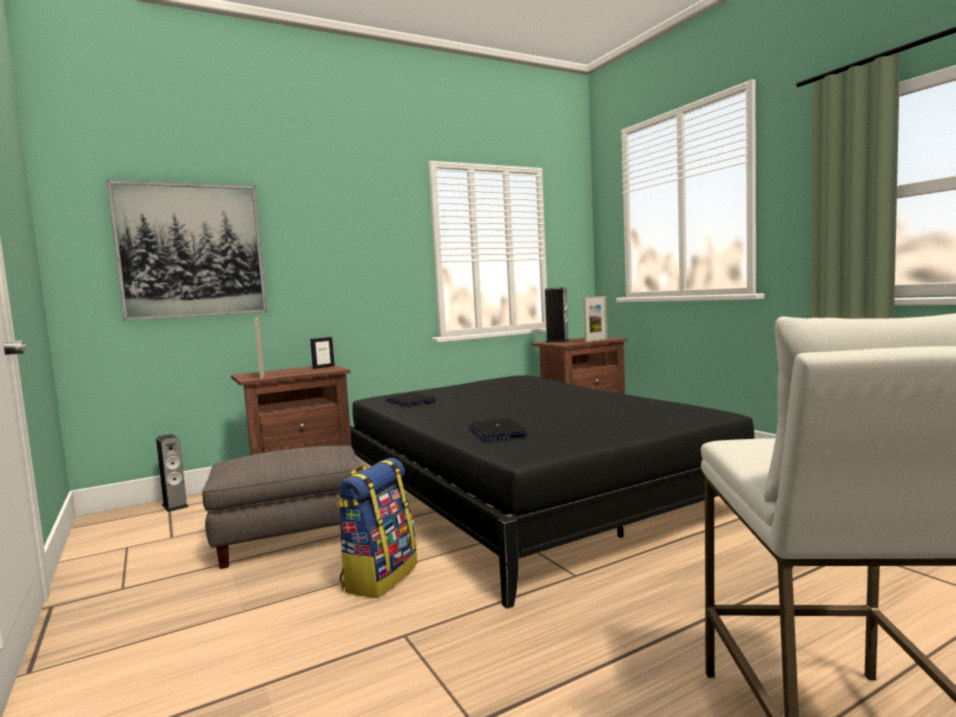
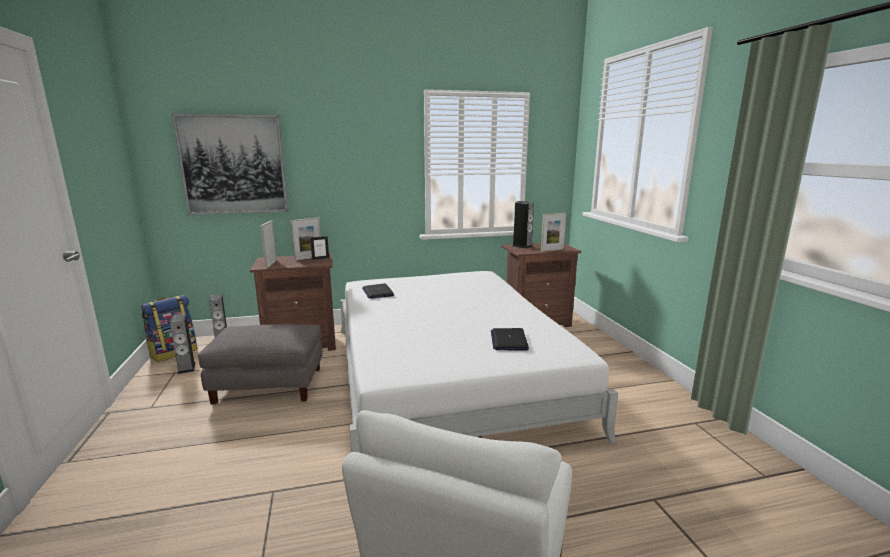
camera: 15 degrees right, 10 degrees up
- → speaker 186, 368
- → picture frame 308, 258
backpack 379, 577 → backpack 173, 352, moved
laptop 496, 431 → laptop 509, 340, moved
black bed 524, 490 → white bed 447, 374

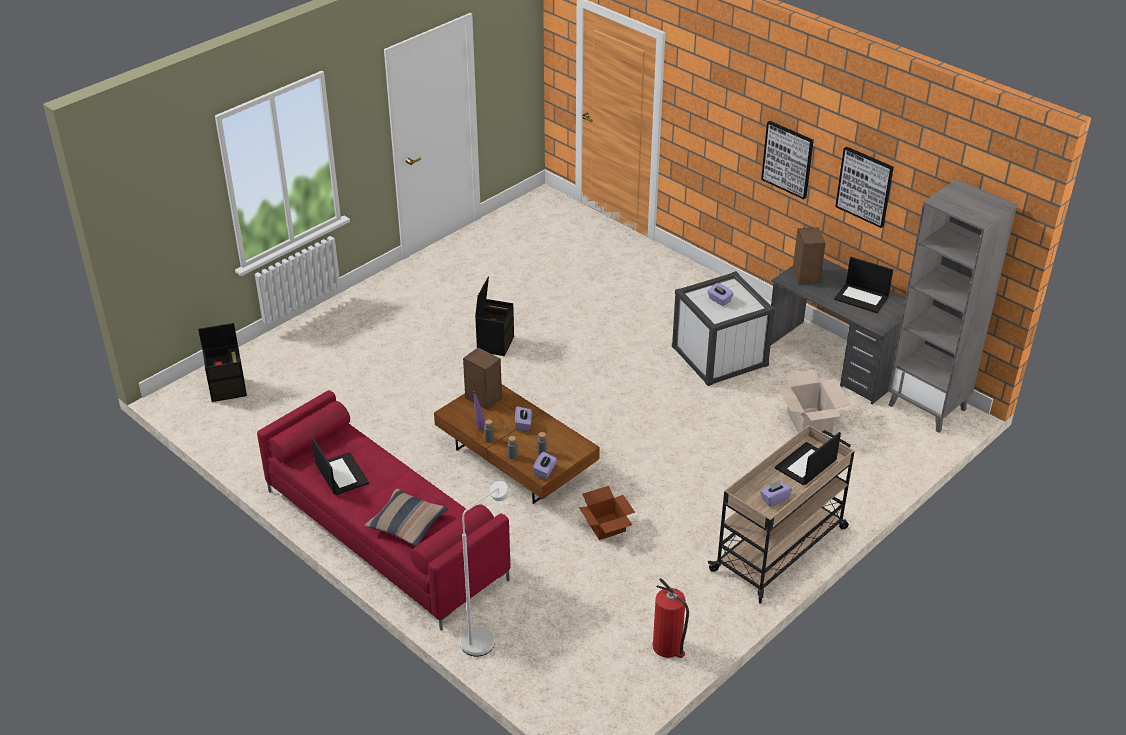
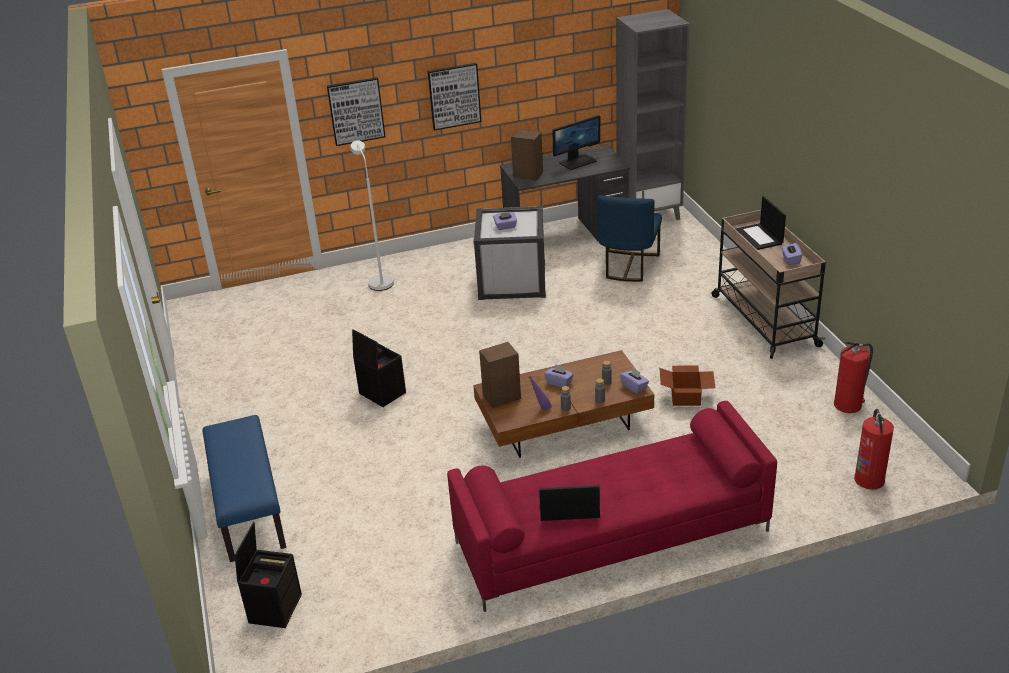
camera: 60 degrees left, 5 degrees down
pillow 407, 523 → -
- → blue bench 248, 508
- → fire extinguisher 869, 479
white floor lamp 484, 637 → white floor lamp 379, 280, moved
picture 865, 186 → picture 356, 111, moved
cardboard box 808, 423 → blue chair 628, 266
laptop 862, 298 → monitor 577, 161

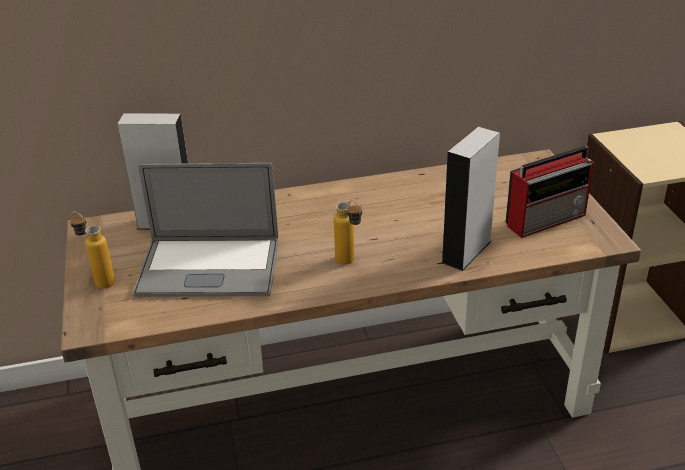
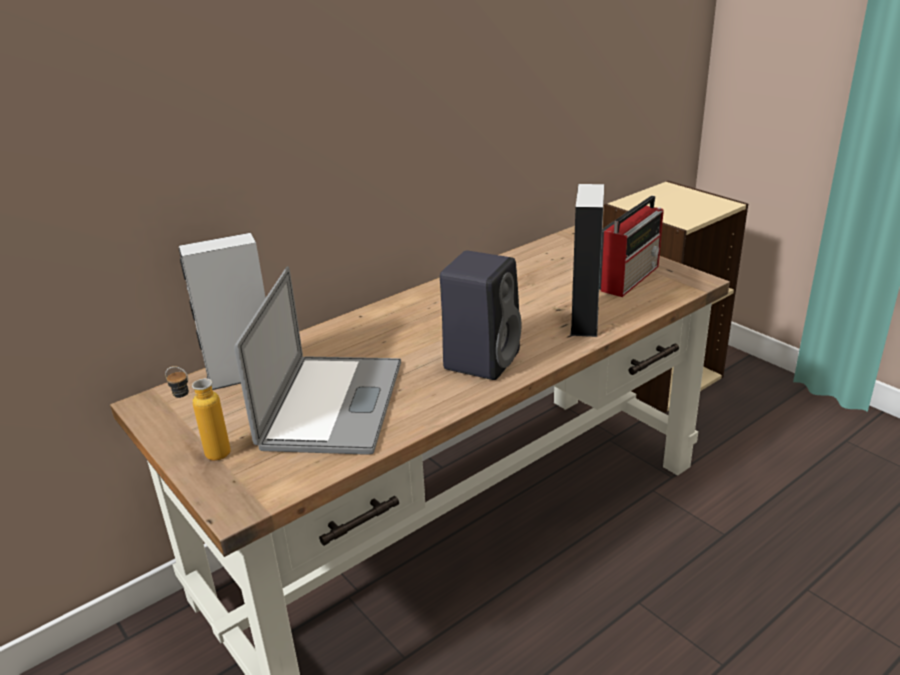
camera: 25 degrees left, 5 degrees down
bottle 349, 263 → black speaker 482, 359
laptop 209, 267 → laptop 332, 404, 60 degrees counterclockwise

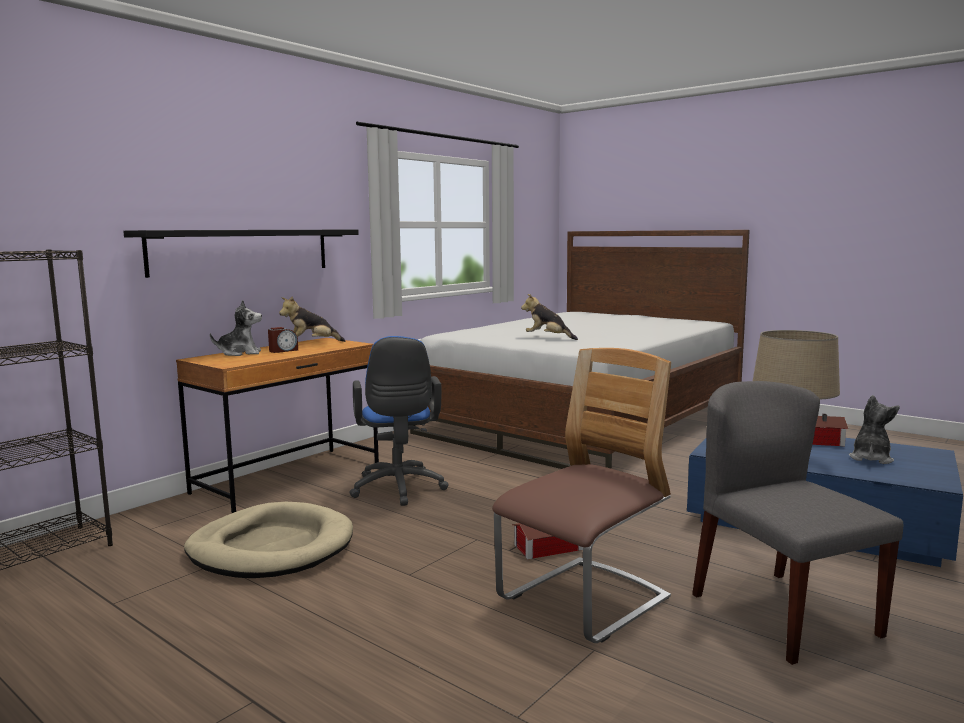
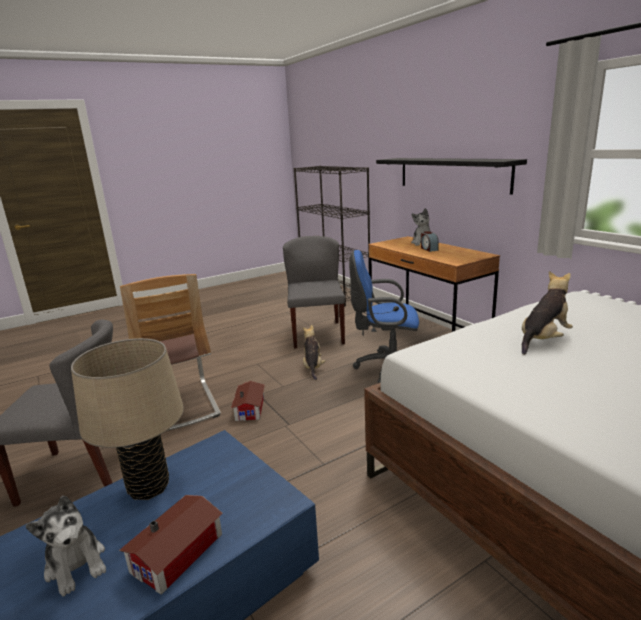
camera: 110 degrees right, 10 degrees up
plush toy 311, 344 → plush toy 313, 367, moved
beige dog bed 271, 547 → grey chair 316, 334

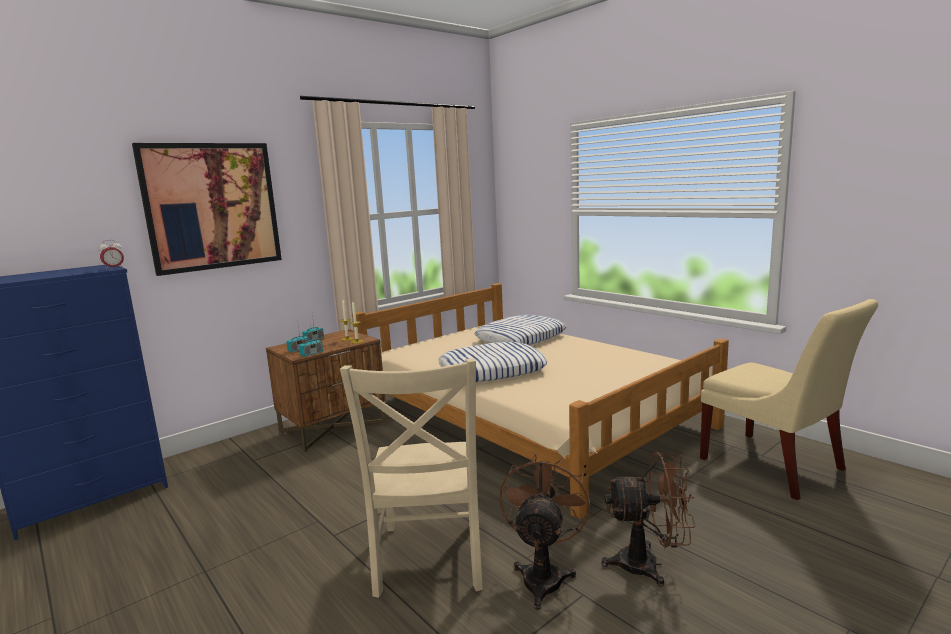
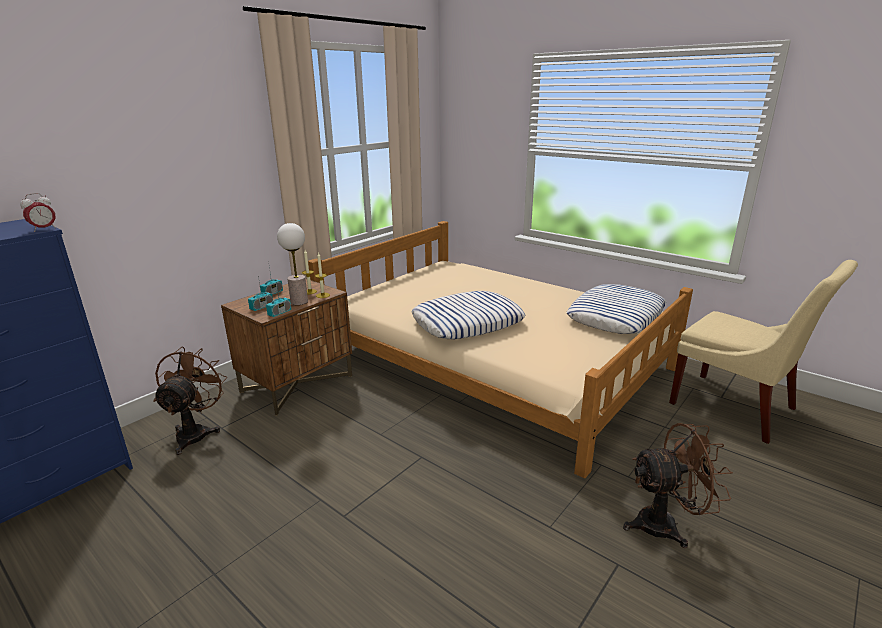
camera: 10 degrees left, 10 degrees up
picture 212, 206 → -
beige chair 429, 560 → -
- → table lamp 299, 302
pillow 521, 338 → pillow 616, 316, moved
brown fan 543, 575 → brown fan 196, 432, moved

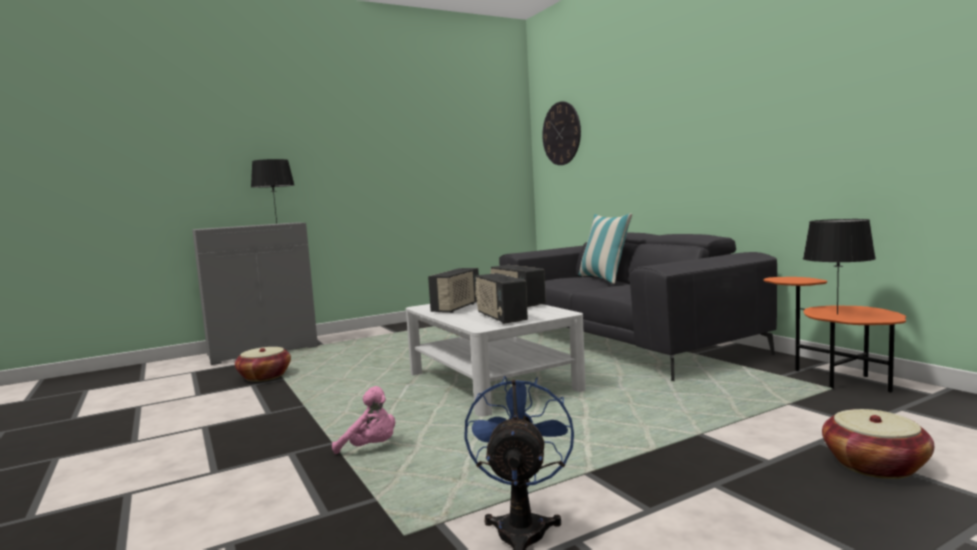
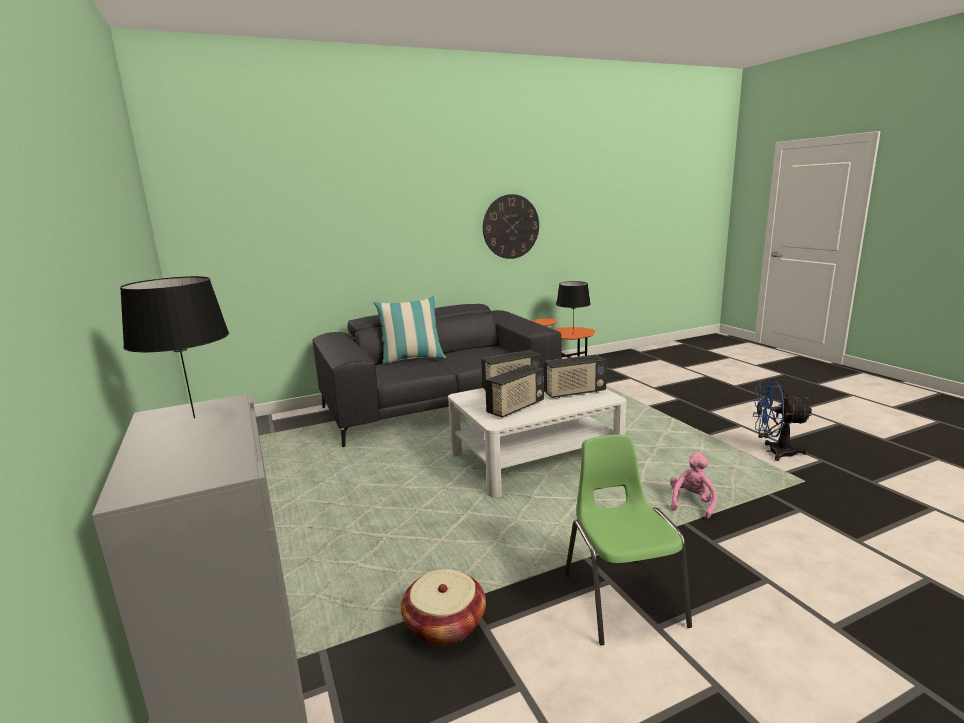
camera: 85 degrees left, 10 degrees up
basket 875, 465 → -
- → green chair 622, 596
wall clock 561, 133 → wall clock 511, 226, moved
radio 457, 308 → radio 516, 408, 105 degrees clockwise

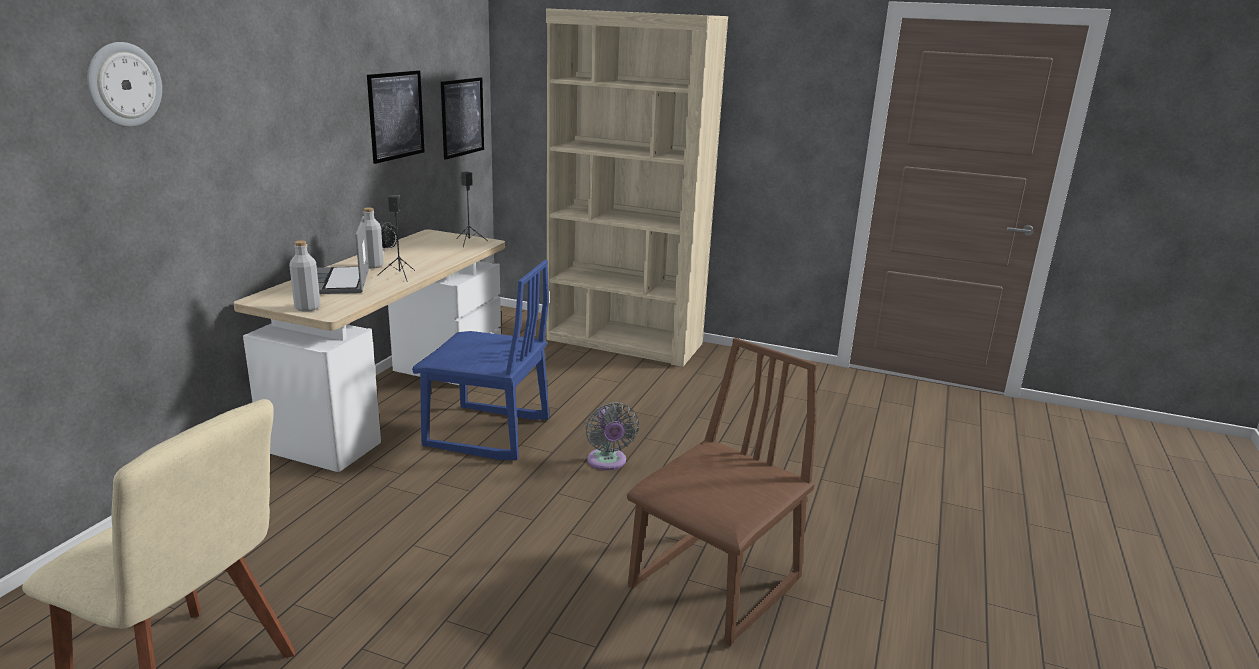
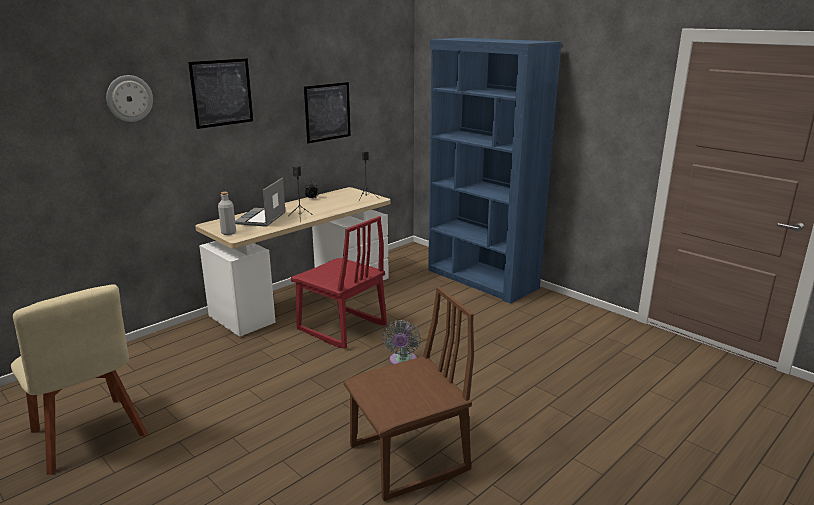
camera: 25 degrees right, 0 degrees up
grey bottle 373, 266 → -
picture 462, 117 → picture 222, 93, moved
blue chair 487, 434 → red chair 341, 328
beige bookcase 624, 342 → blue bookcase 482, 279

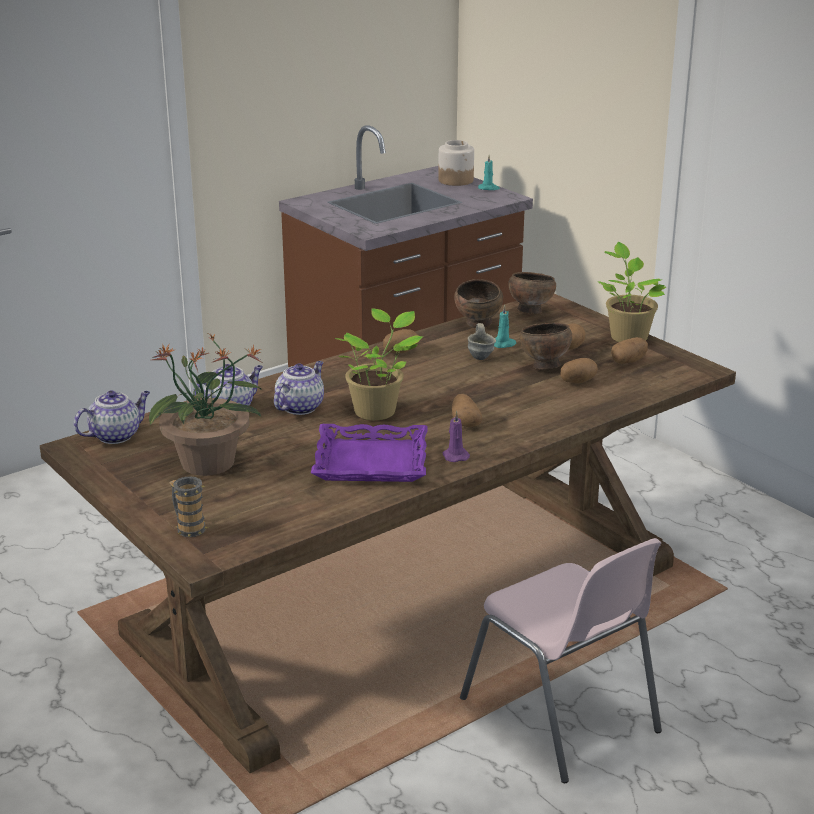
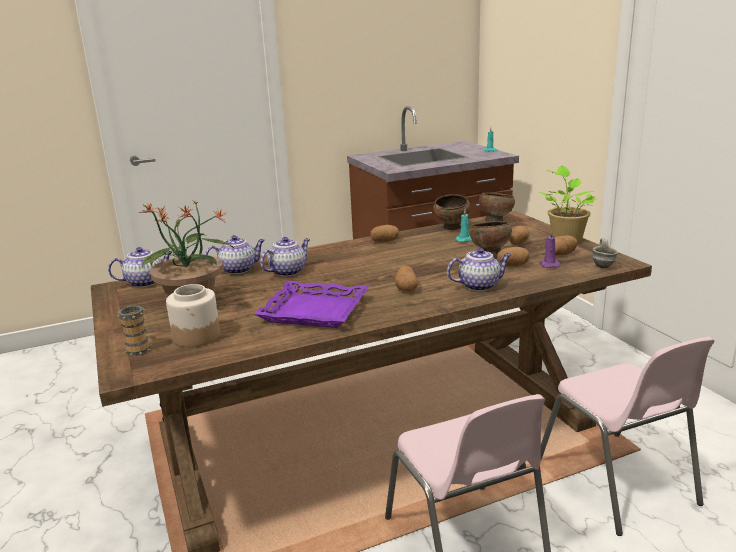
camera: 15 degrees right, 5 degrees down
potted plant 377, 410 → -
- → teapot 479, 285
- → pink chair 617, 483
jar 456, 180 → jar 197, 336, moved
purple candle 455, 456 → purple candle 549, 265, moved
grey mug 482, 356 → grey mug 604, 266, moved

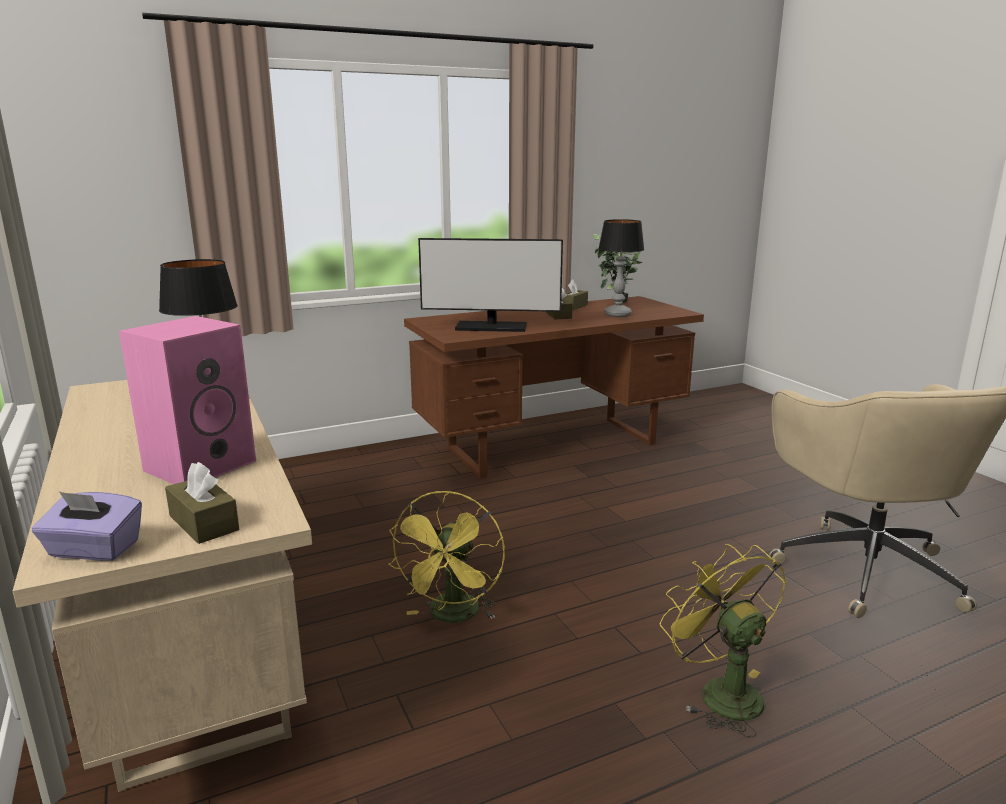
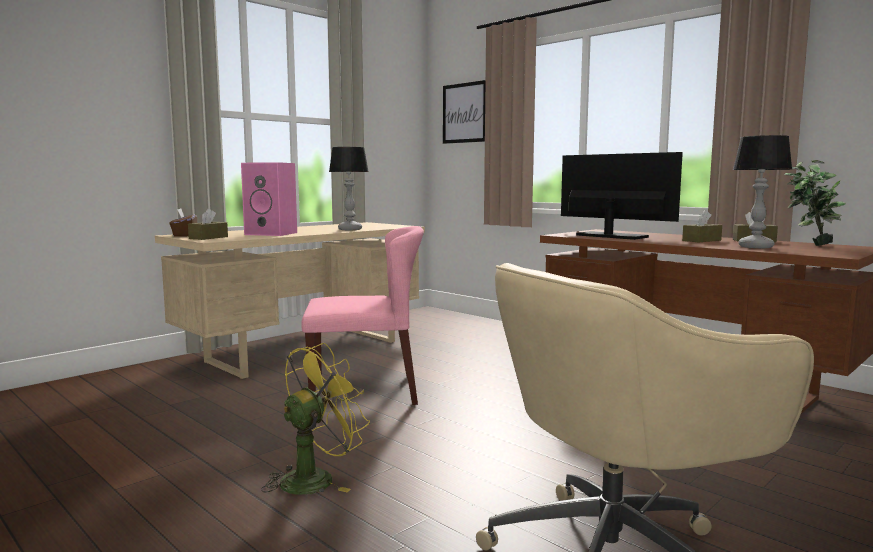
camera: 70 degrees right, 10 degrees down
- → picture 464, 113
yellow fan 453, 616 → pink chair 365, 391
purple tissue box 94, 550 → brown tissue box 184, 235
monitor 491, 327 → monitor 611, 236, 150 degrees clockwise

